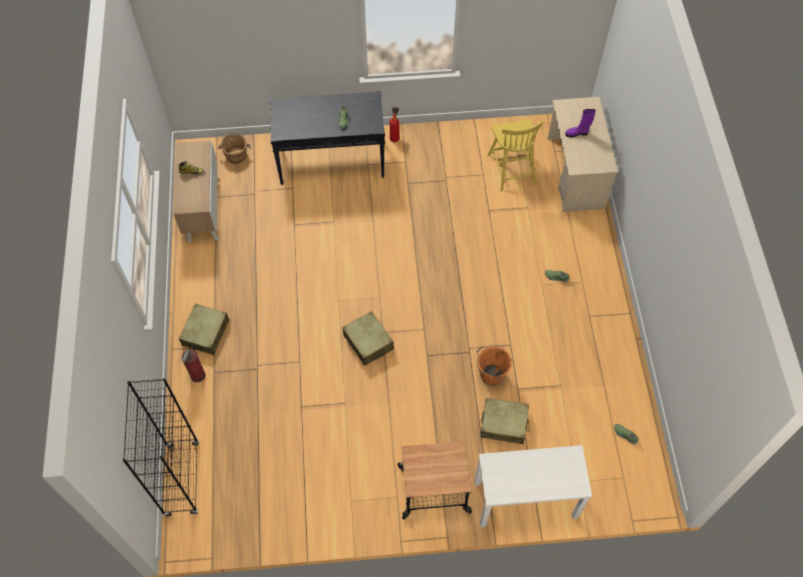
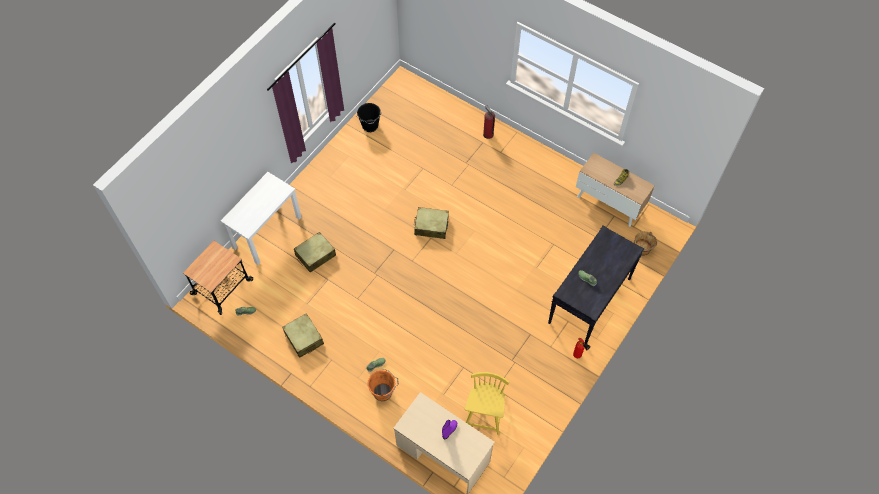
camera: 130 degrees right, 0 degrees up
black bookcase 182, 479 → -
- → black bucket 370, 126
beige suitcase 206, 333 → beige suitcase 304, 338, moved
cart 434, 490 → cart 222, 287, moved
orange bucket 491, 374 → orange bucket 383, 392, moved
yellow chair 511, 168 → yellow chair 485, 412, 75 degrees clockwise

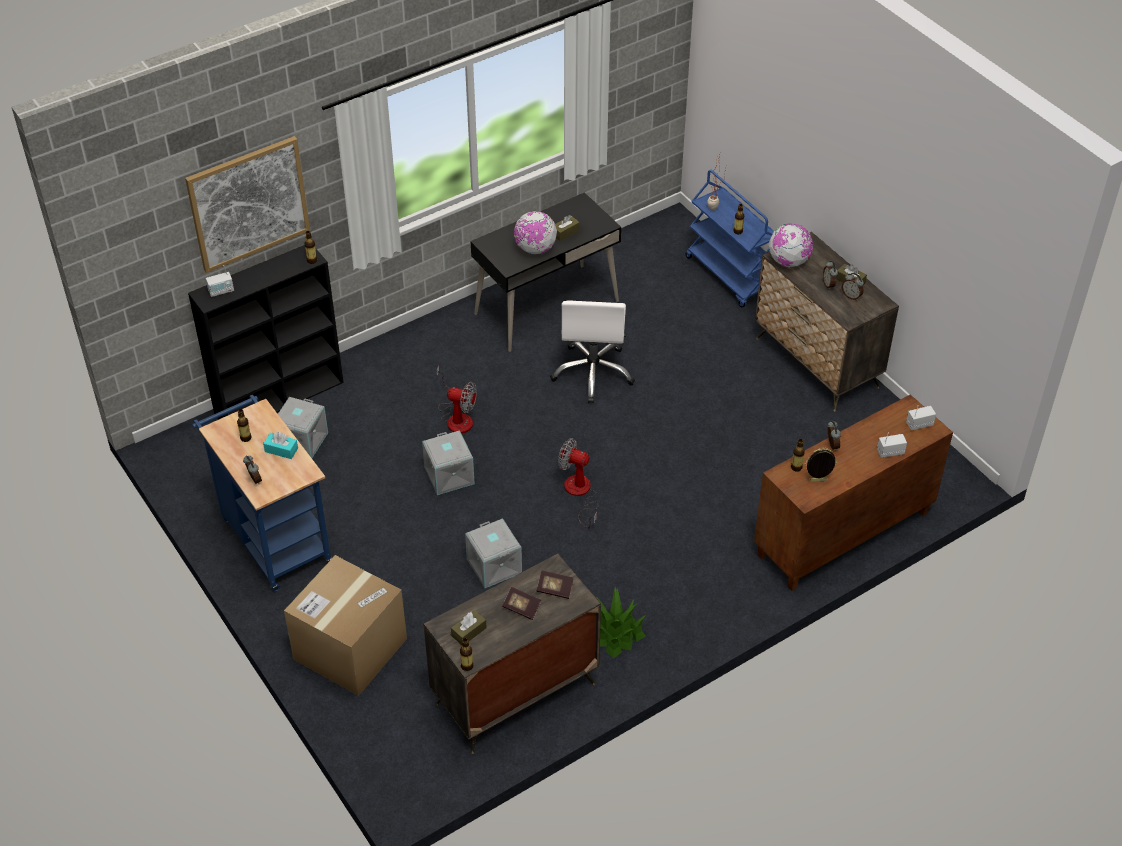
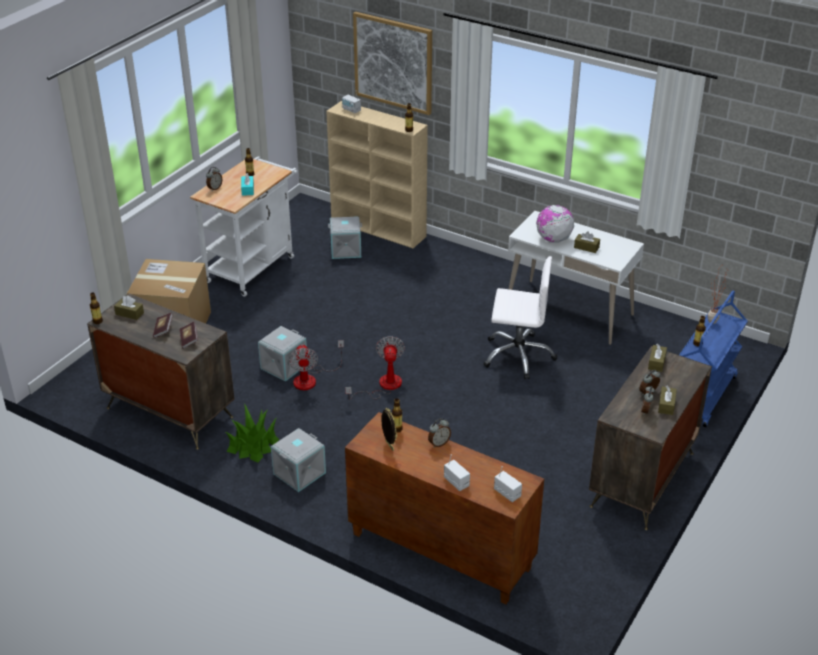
camera: 65 degrees right, 10 degrees down
grey storage box 448, 475 → grey storage box 299, 472, moved
fan 457, 417 → fan 311, 378, moved
globe 789, 261 → brown tissue box 656, 362
black bookcase 280, 397 → beige bookcase 379, 229
blue cart 273, 536 → white cart 253, 266
black desk 546, 308 → white desk 569, 311
white office chair 593, 373 → white office chair 518, 355, 150 degrees counterclockwise

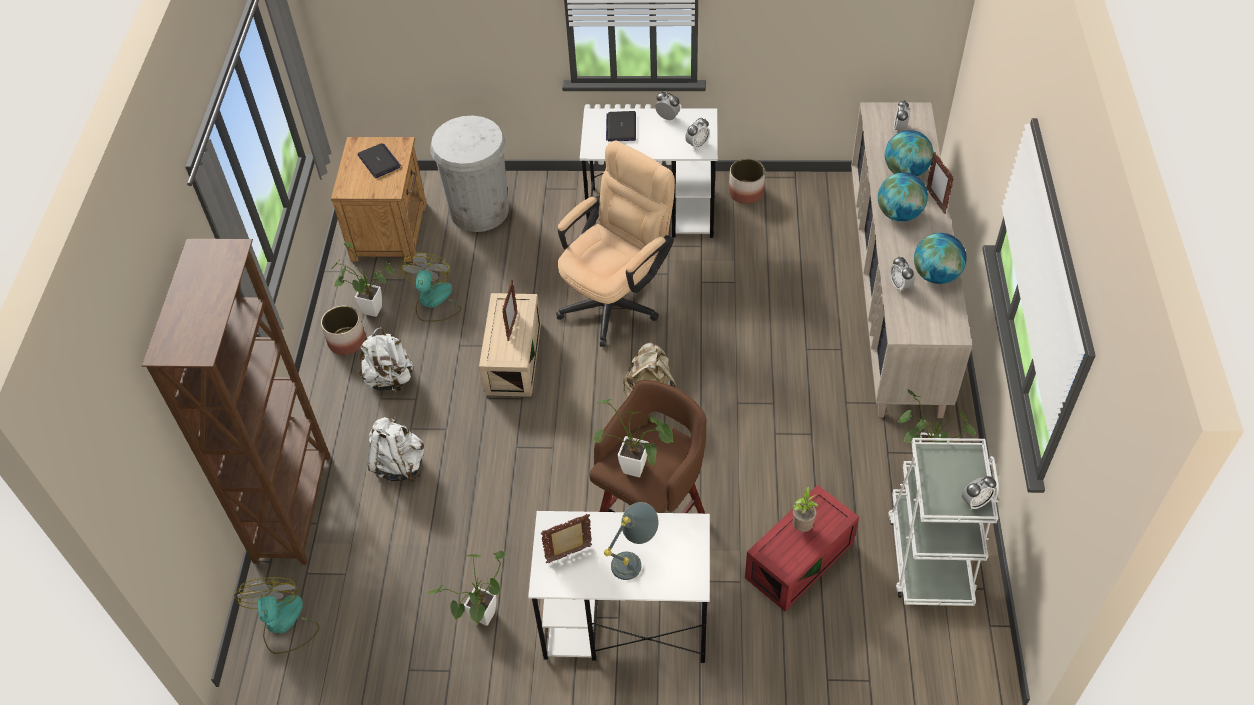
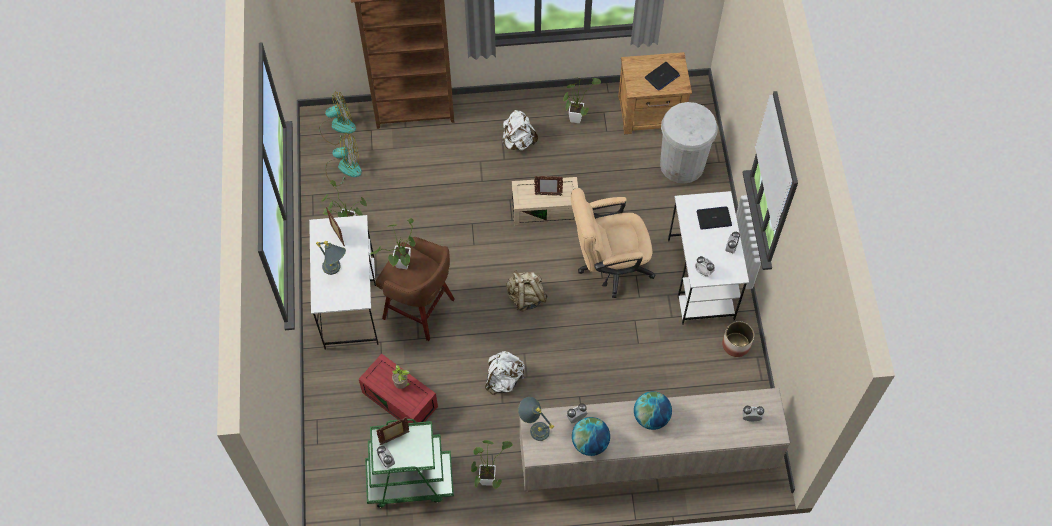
camera: 80 degrees right, 10 degrees up
planter 347, 341 → -
globe 905, 171 → -
- → grey table lamp 534, 427
white backpack 399, 464 → white backpack 504, 379, moved
fan 434, 302 → fan 343, 168, moved
picture frame 935, 201 → picture frame 395, 438, moved
white cart 929, 555 → green cart 409, 481
beige office chair 617, 299 → beige office chair 608, 266, 135 degrees clockwise

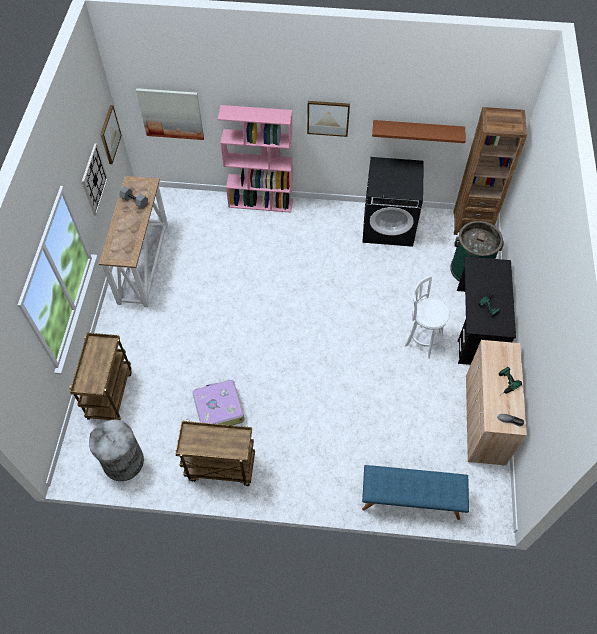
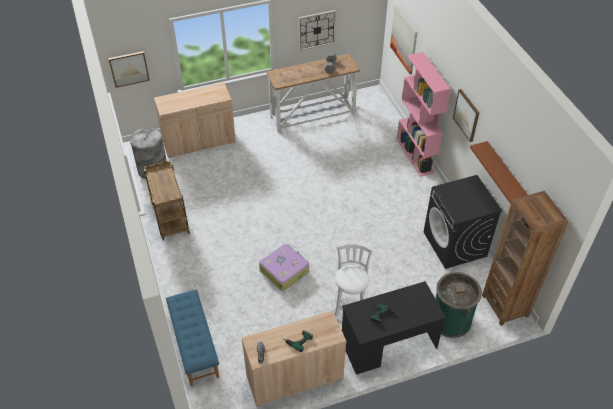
camera: 65 degrees right, 10 degrees down
picture 109, 134 → picture 129, 68, moved
suitcase 218, 409 → suitcase 284, 270, moved
brown cart 109, 393 → beige cabinet 199, 142

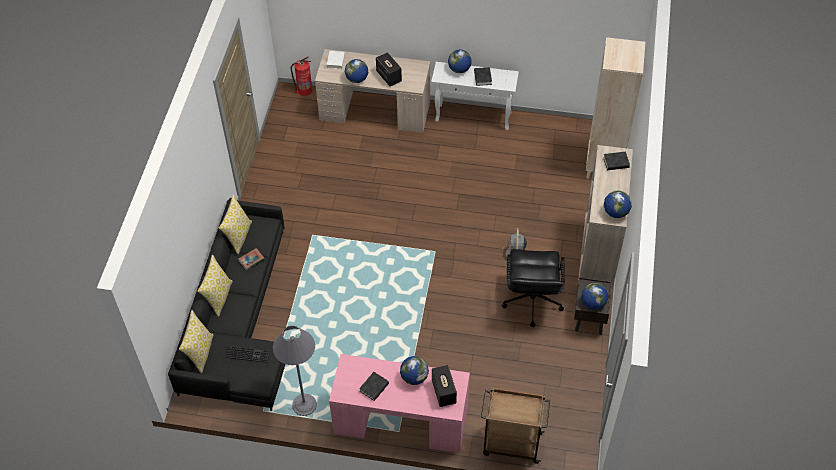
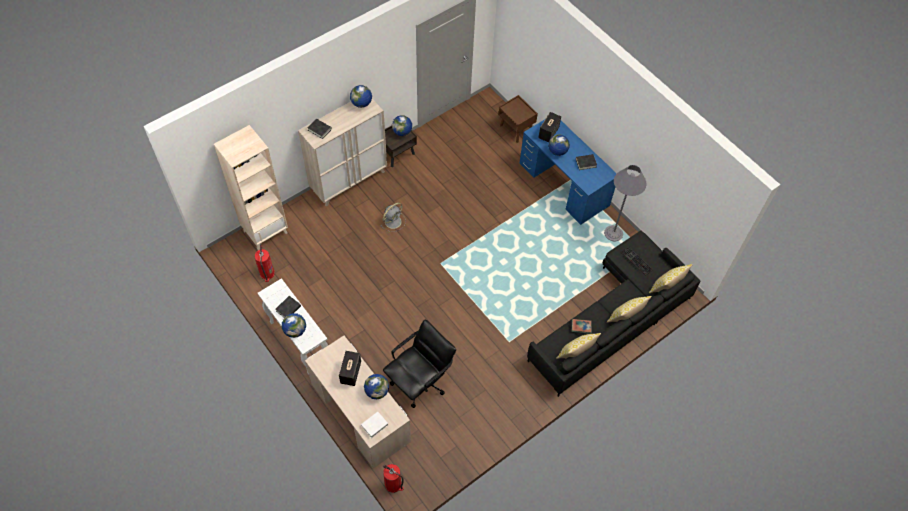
camera: 140 degrees left, 5 degrees up
- → fire extinguisher 267, 273
black office chair 531, 301 → black office chair 420, 381, moved
brown cart 511, 444 → brown nightstand 516, 129
pink desk 401, 419 → blue desk 563, 184

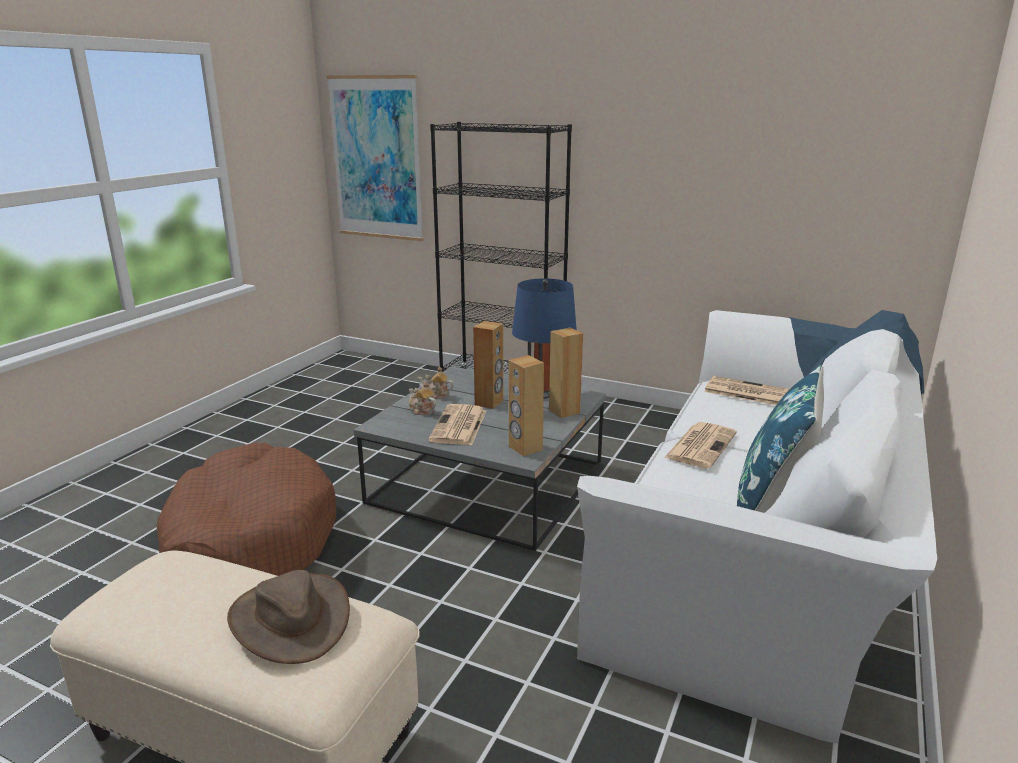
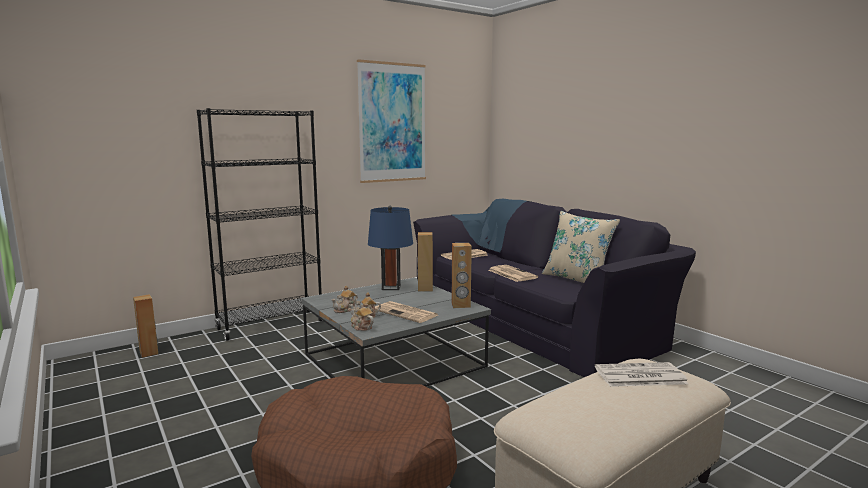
camera: 60 degrees left, 10 degrees down
- → teapot 361, 327
picture 376, 159 → picture 392, 123, moved
brown speaker 489, 403 → brown speaker 149, 353, moved
brown hat 290, 619 → newspaper 639, 376
white sofa 765, 544 → black sofa 533, 319
blue pillow 771, 505 → beige pillow 577, 279

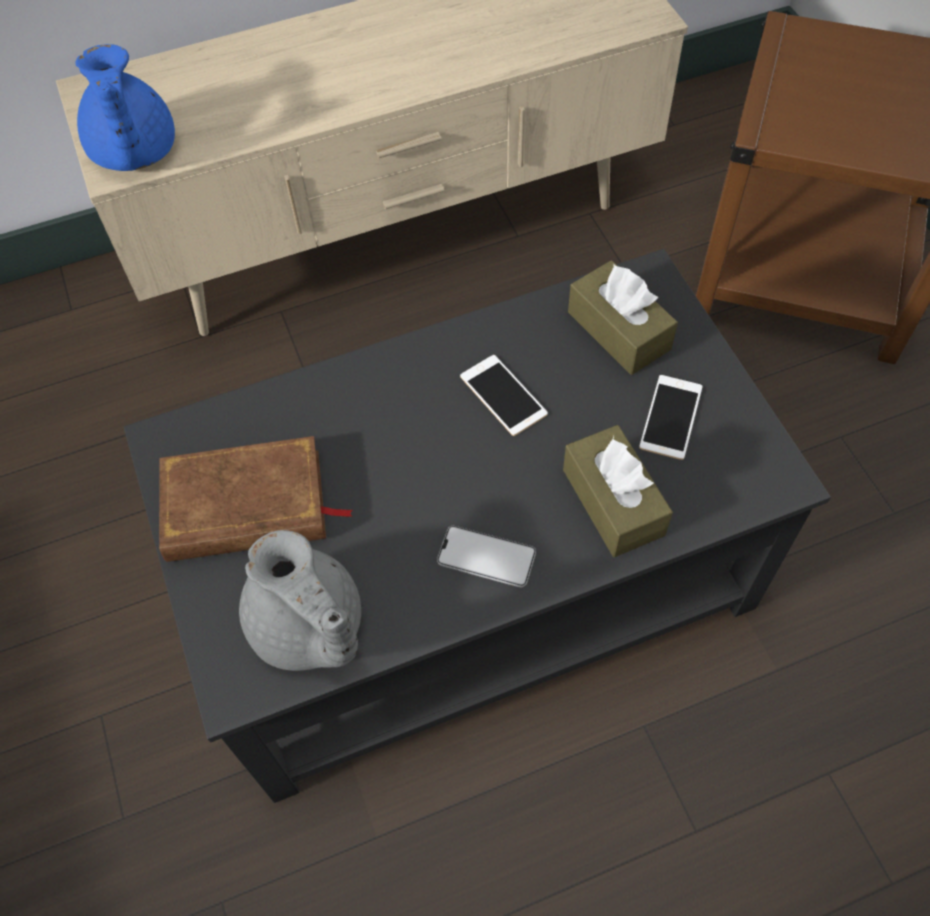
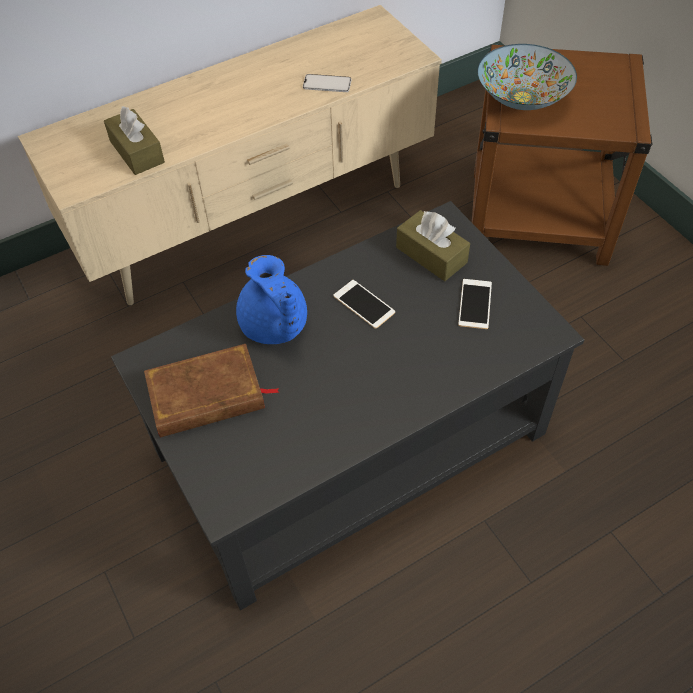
camera: 10 degrees left, 5 degrees down
grey teapot 309, 628 → -
- → bowl 522, 98
blue teapot 133, 153 → blue teapot 274, 326, moved
phone 486, 557 → phone 327, 84, moved
brown tissue box 613, 502 → brown tissue box 137, 152, moved

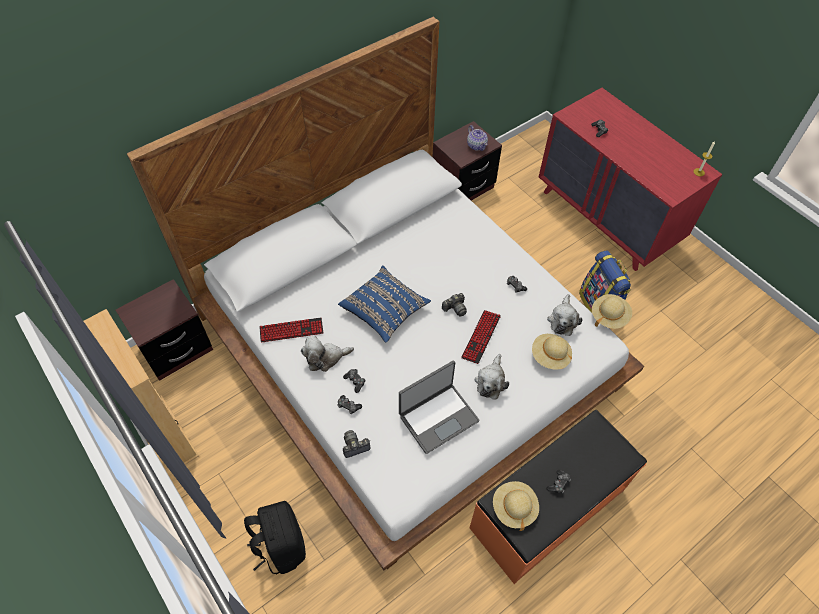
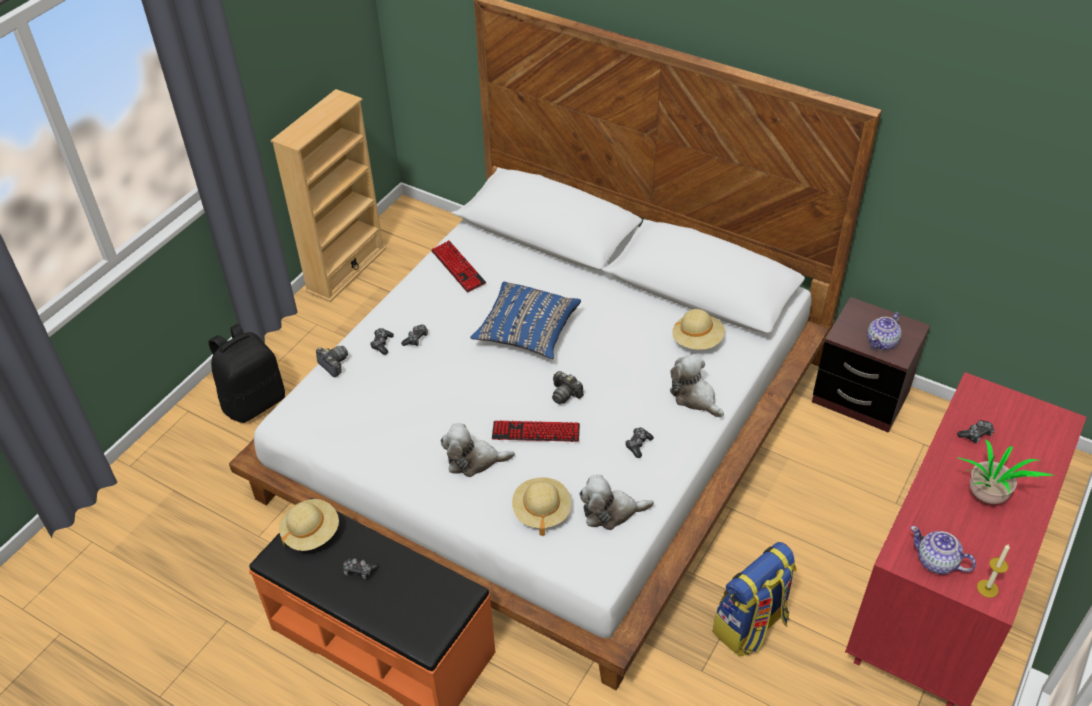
camera: 70 degrees right, 10 degrees down
brown nightstand 176, 349 → -
laptop 438, 417 → -
- → teapot 937, 562
- → potted plant 987, 498
plush toy 325, 358 → plush toy 695, 397, moved
beige hat 609, 316 → beige hat 697, 340, moved

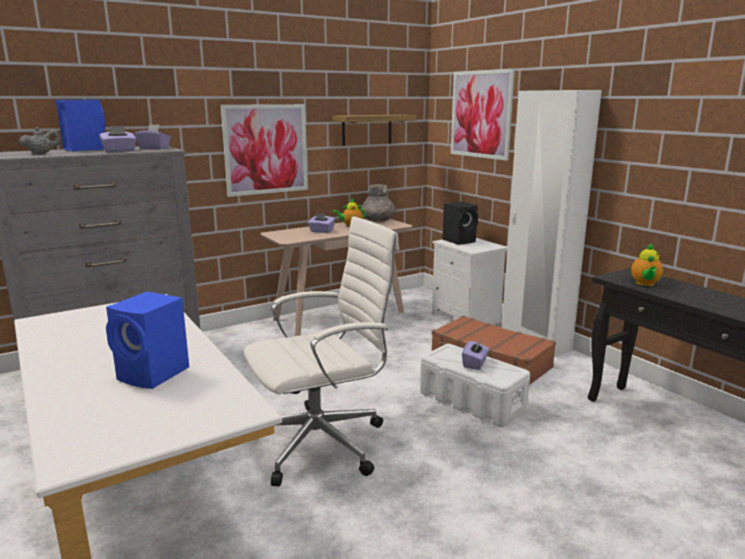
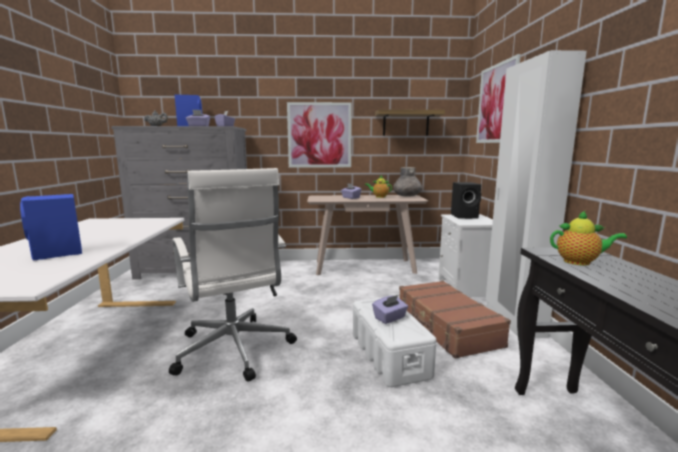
camera: 30 degrees right, 5 degrees down
white office chair 322, 443 → white office chair 234, 351, 60 degrees clockwise
teapot 645, 284 → teapot 580, 262, 120 degrees counterclockwise

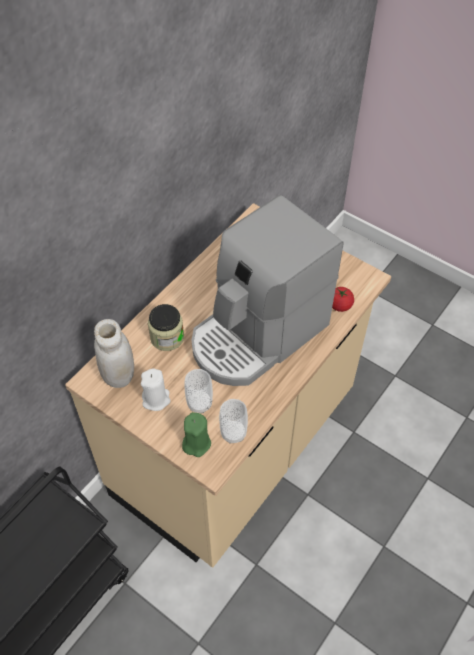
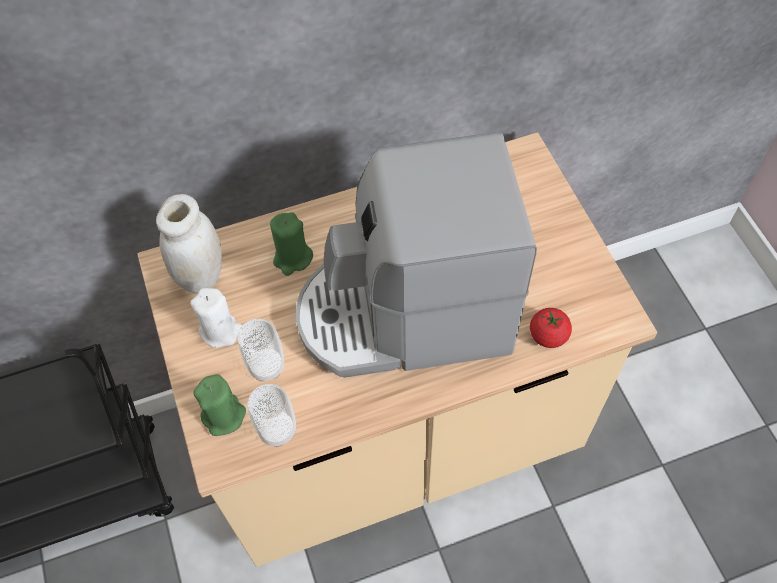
camera: 35 degrees right, 5 degrees up
jar 167, 337 → green candle 292, 258

